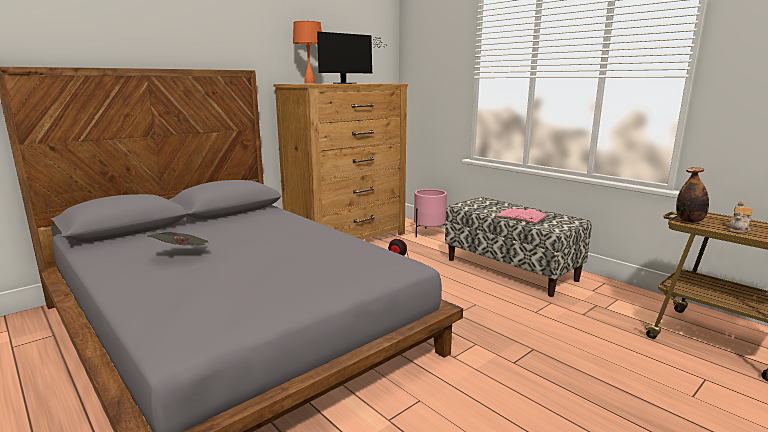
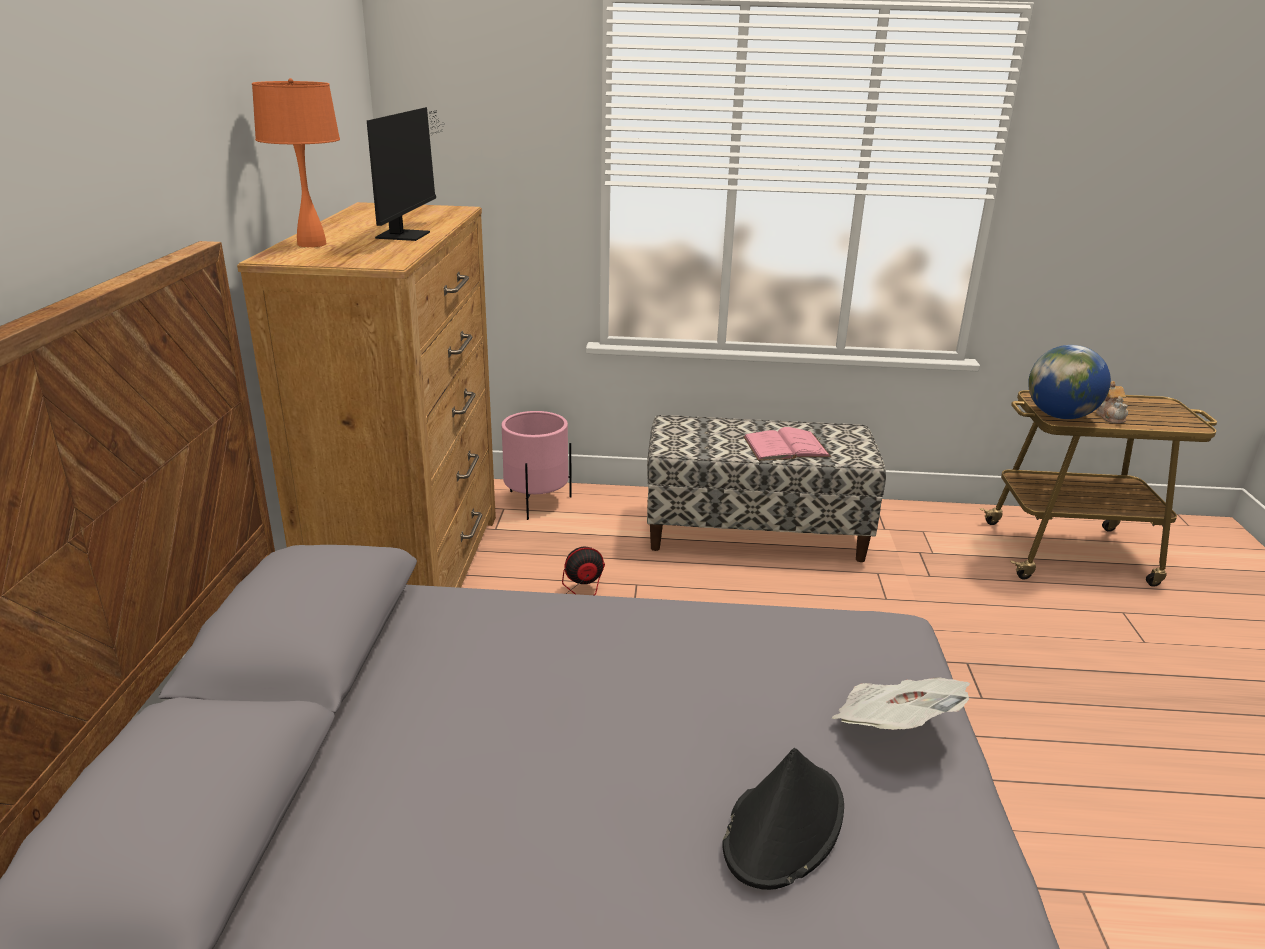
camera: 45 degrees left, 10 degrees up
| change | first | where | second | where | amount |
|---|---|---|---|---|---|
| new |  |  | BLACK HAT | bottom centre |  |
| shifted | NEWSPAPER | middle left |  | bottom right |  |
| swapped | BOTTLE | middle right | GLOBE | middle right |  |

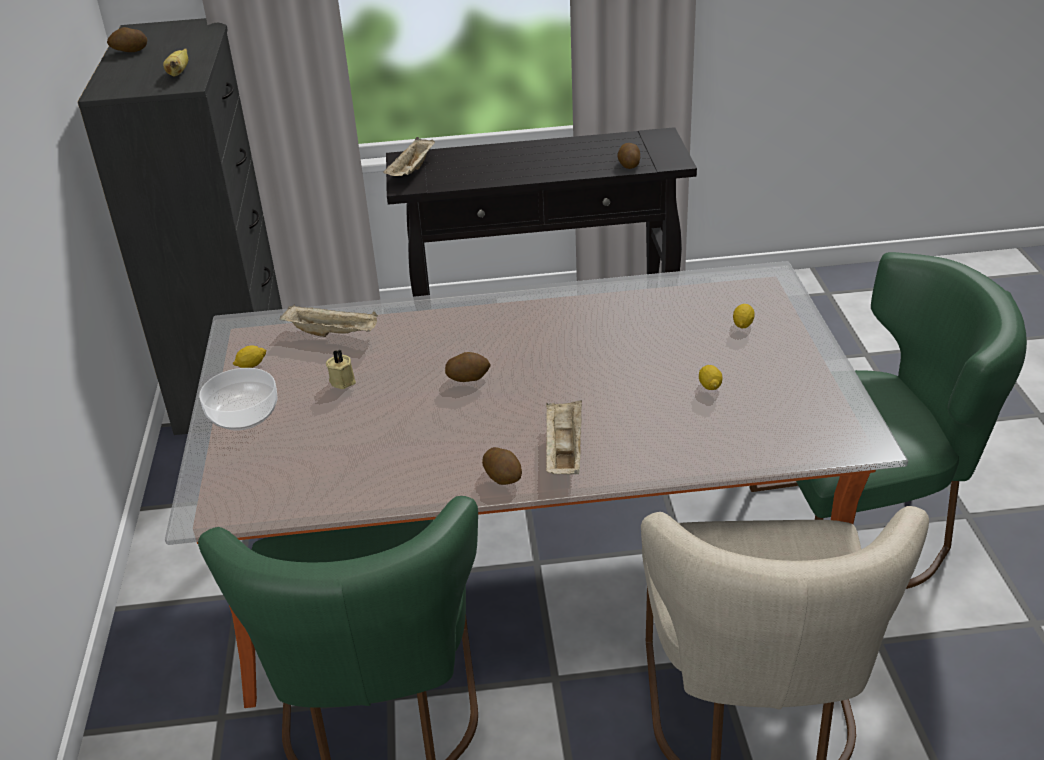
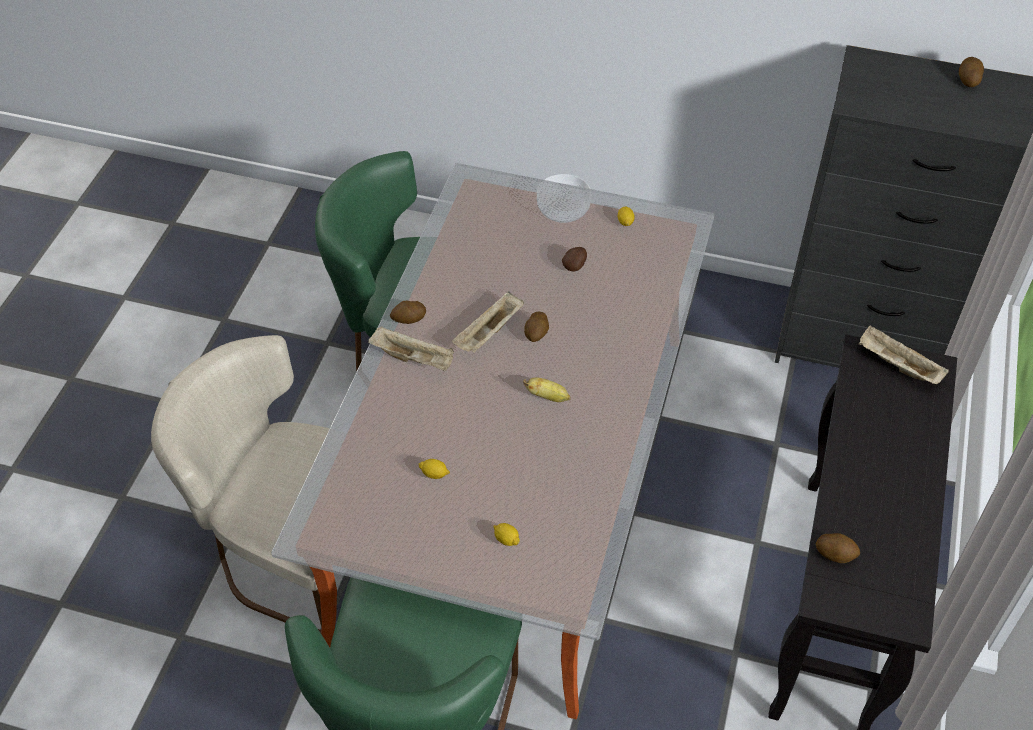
camera: 110 degrees right, 15 degrees up
| change | first | where | second | where | amount |
|---|---|---|---|---|---|
| shifted | BANANA | top left |  | centre |  |
| shifted | BEIGE TRAY (no. 1 from left in the first image) | middle left | BEIGE TRAY (no. 2 from left) | centre |  |
| swapped | BEIGE CANDLE | middle left | POTATO (no. 3 from left) | centre |  |

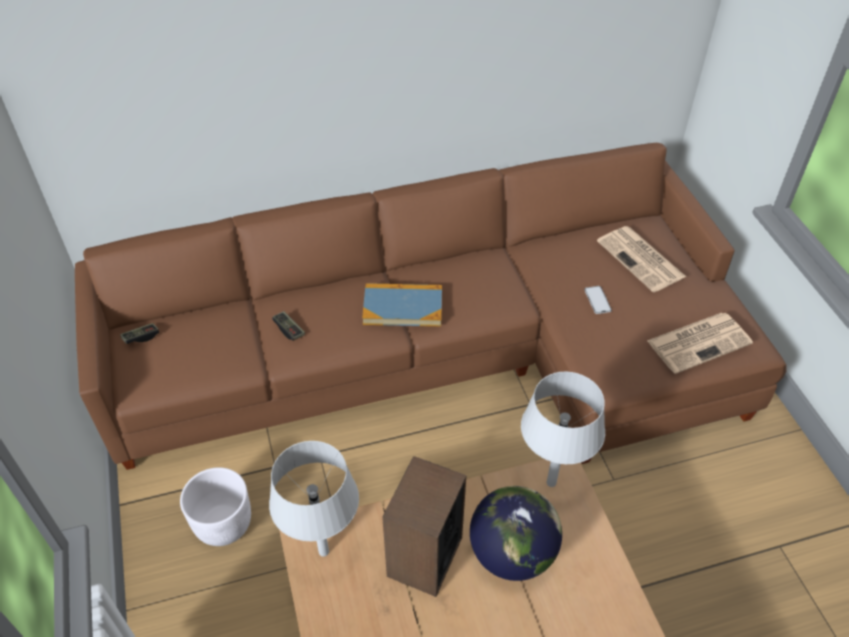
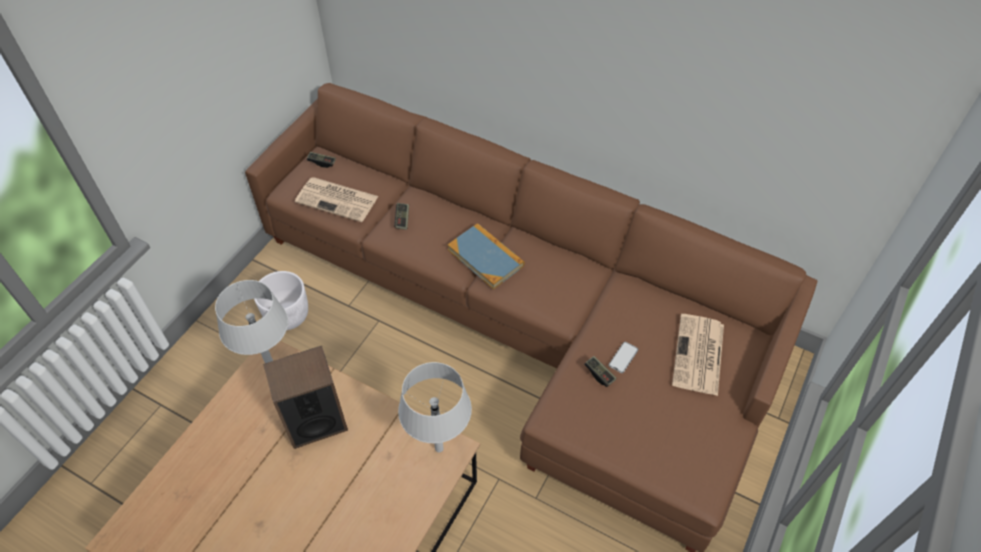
camera: 45 degrees right, 5 degrees up
| change | first | where | second | where | amount |
|---|---|---|---|---|---|
| gone | GLOBE | bottom centre |  |  |  |
| new |  |  | GAME CONTROLLER (no. 3 from left) | bottom centre |  |
| shifted | NEWSPAPER (no. 2 from left in the first image) | middle right | NEWSPAPER (no. 1 from left) | centre |  |

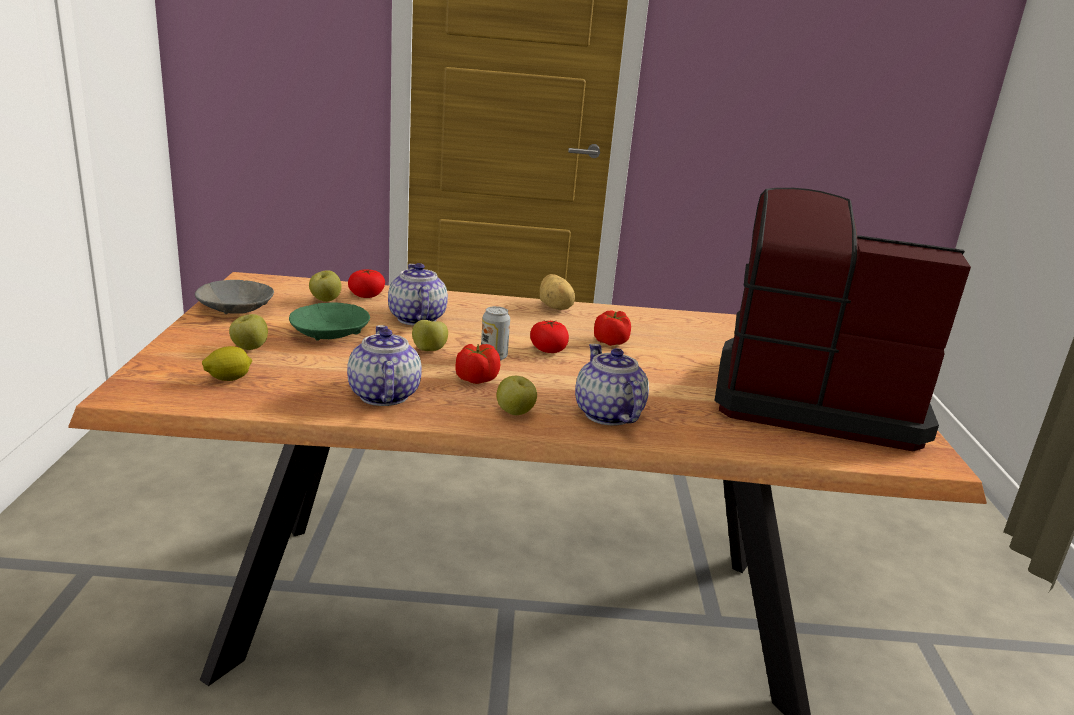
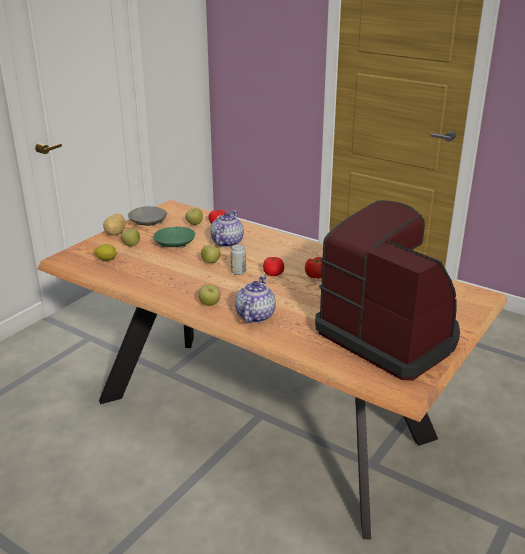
camera: 35 degrees right, 5 degrees up
| change | first | where | second | where | amount |
|---|---|---|---|---|---|
| gone | TEAPOT (no. 1 from left) | centre |  |  |  |
| gone | TOMATO (no. 2 from left) | centre |  |  |  |
| shifted | POTATO | centre |  | middle left |  |

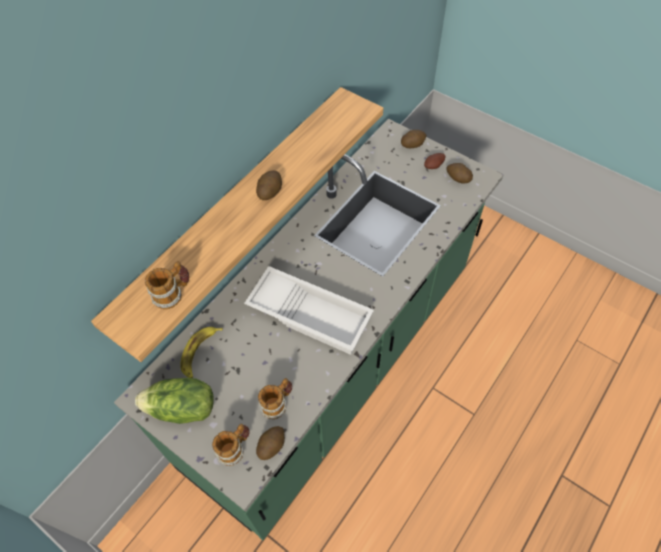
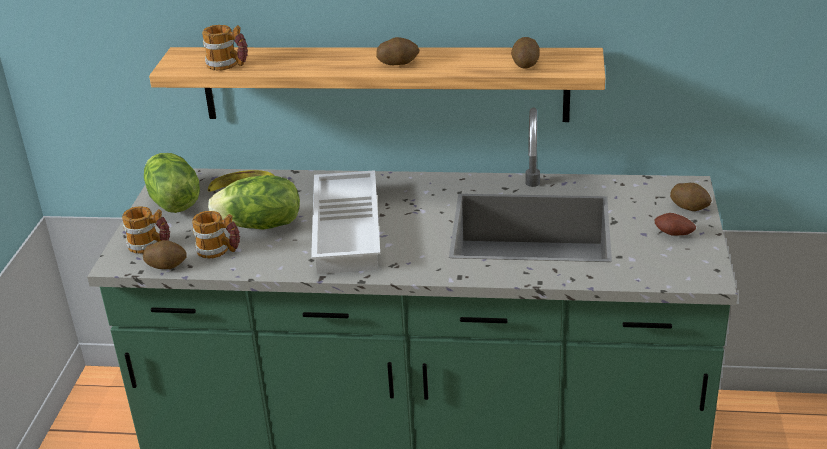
camera: 60 degrees right, 25 degrees down
| change | first | where | second | where | amount |
|---|---|---|---|---|---|
| new |  |  | LETTUCE (no. 2 from left) | middle left |  |
| shifted | POTATO (no. 5 from left in the first image) | top right | POTATO (no. 3 from left) | top centre |  |

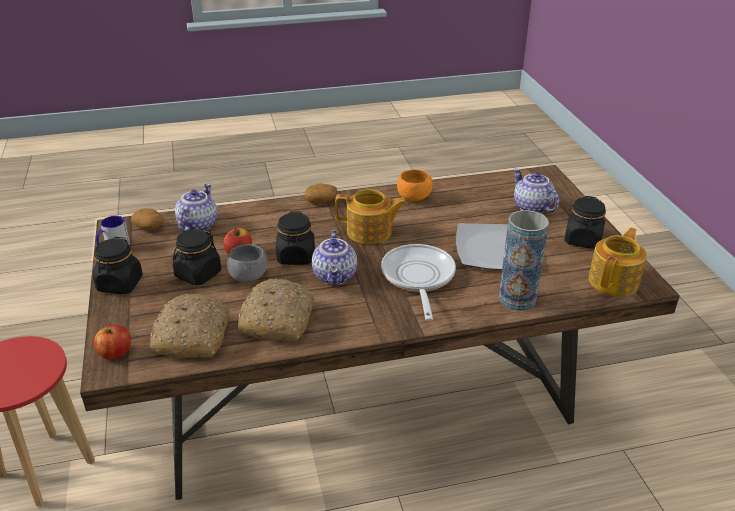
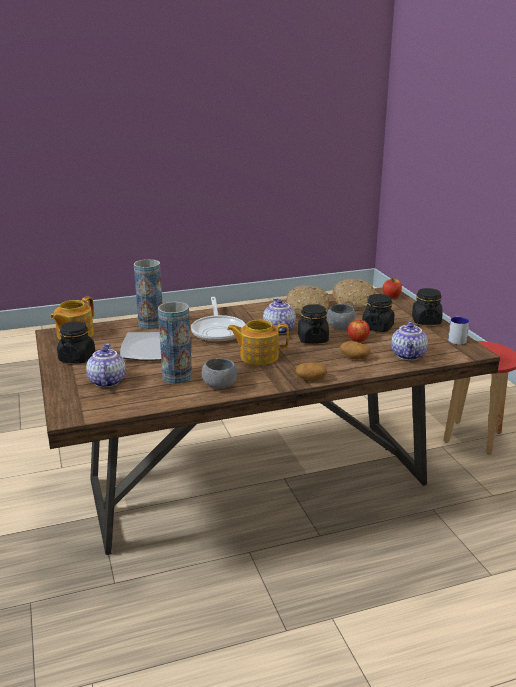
camera: 175 degrees right, 10 degrees down
| change | first | where | second | where | amount |
|---|---|---|---|---|---|
| new |  |  | VASE (no. 2 from left) | centre |  |
| shifted | POTATO (no. 1 from left in the first image) | middle left | POTATO (no. 2 from left) | middle right |  |
| repainted | ORANGE BOWL | centre | GREY BOWL (no. 1 from left) | centre |  |
| rotated | TEAPOT (no. 4 from left in the first image) | middle right | TEAPOT (no. 2 from left) | middle left | 150 degrees counterclockwise |

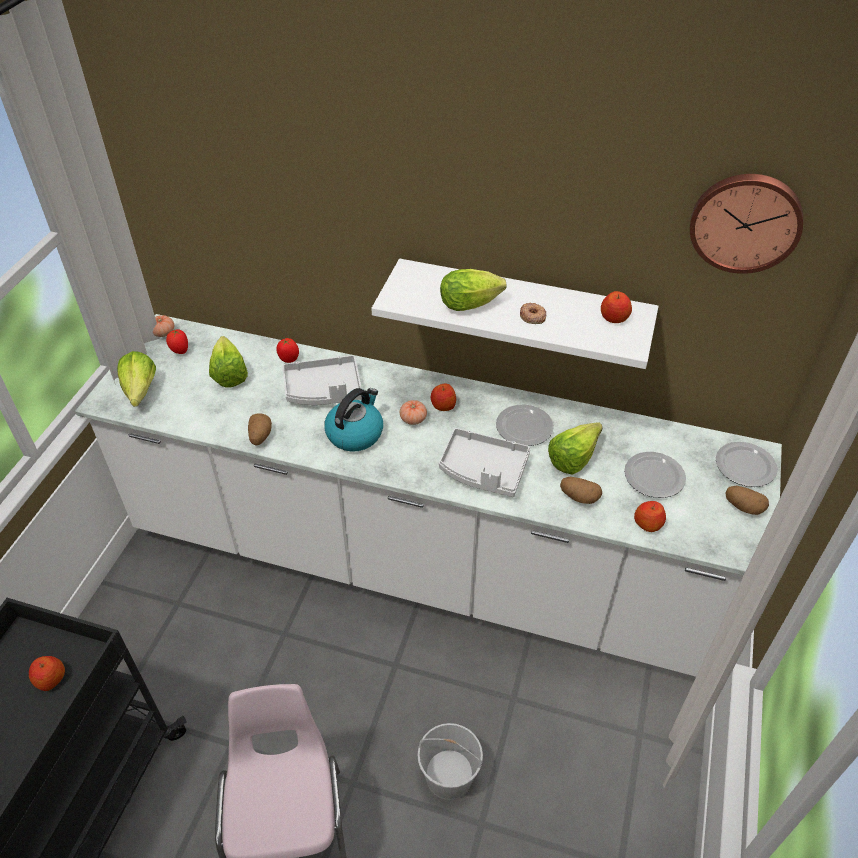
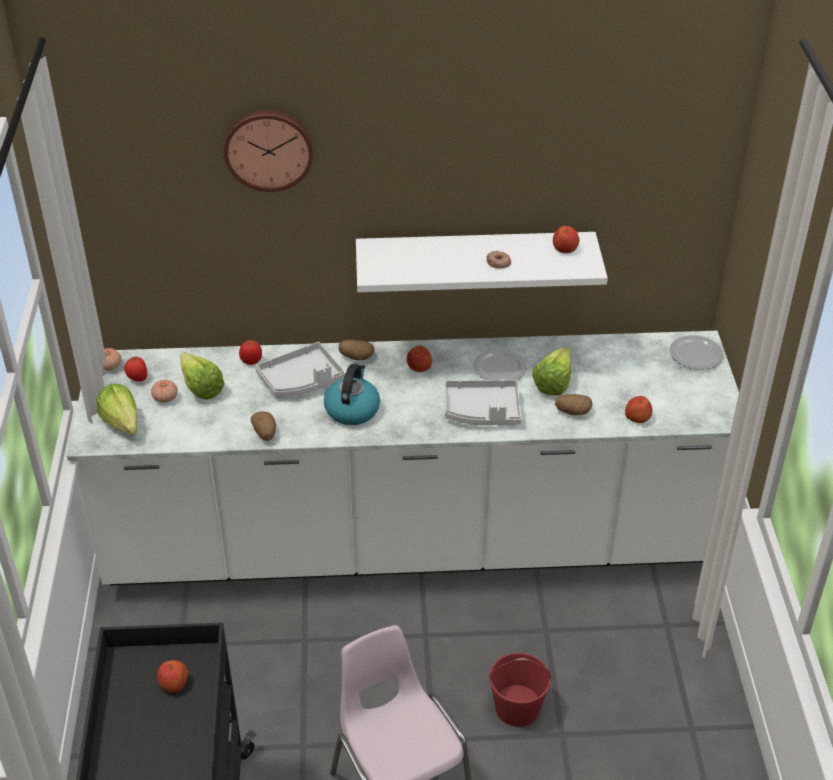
camera: 20 degrees left, 5 degrees down
| change | first | where | second | where | amount |
|---|---|---|---|---|---|
| gone | LETTUCE (no. 3 from left) | centre |  |  |  |
| gone | PLATE (no. 2 from left) | middle right |  |  |  |
| shifted | TOMATO (no. 4 from left in the first image) | centre | TOMATO (no. 3 from left) | middle left |  |
| shifted | WALL CLOCK | top right |  | top left |  |
| shifted | POTATO (no. 3 from left in the first image) | middle right | POTATO (no. 2 from left) | centre |  |
| repainted | WHITE BUCKET | bottom centre | RED BUCKET | bottom centre |  |

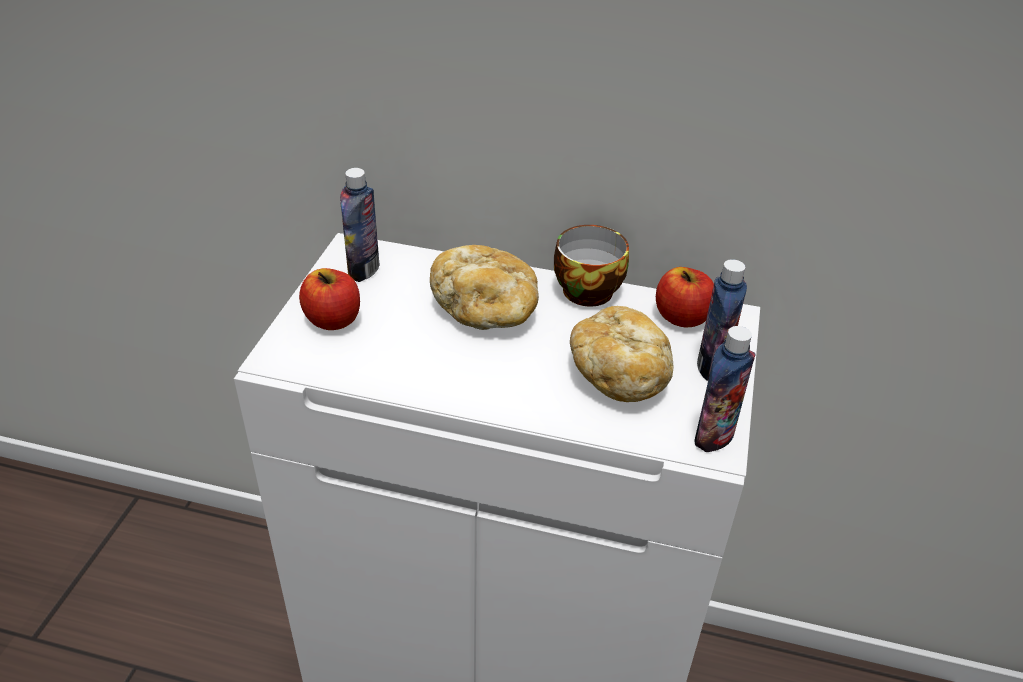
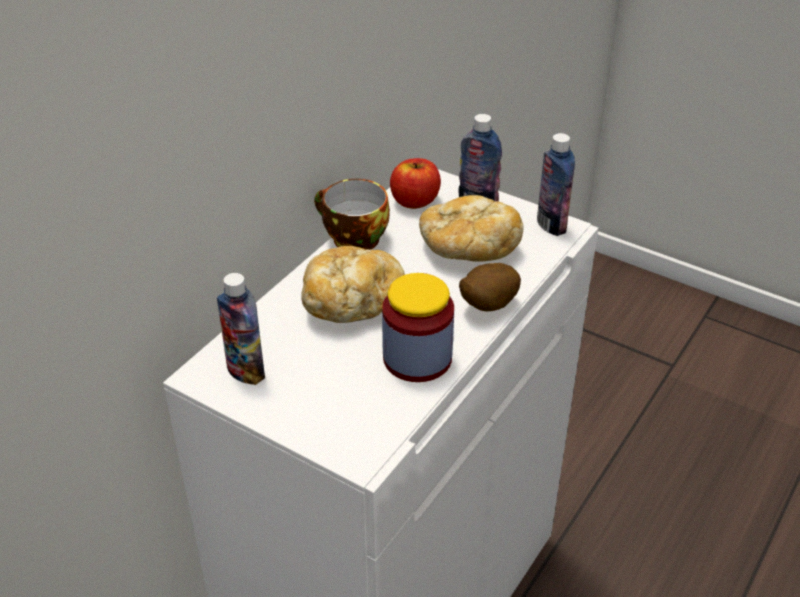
camera: 70 degrees left, 0 degrees up
| change | first | where | second | where | amount |
|---|---|---|---|---|---|
| gone | APPLE (no. 1 from left) | middle left |  |  |  |
| new |  |  | JAR | centre |  |
| new |  |  | POTATO | centre |  |

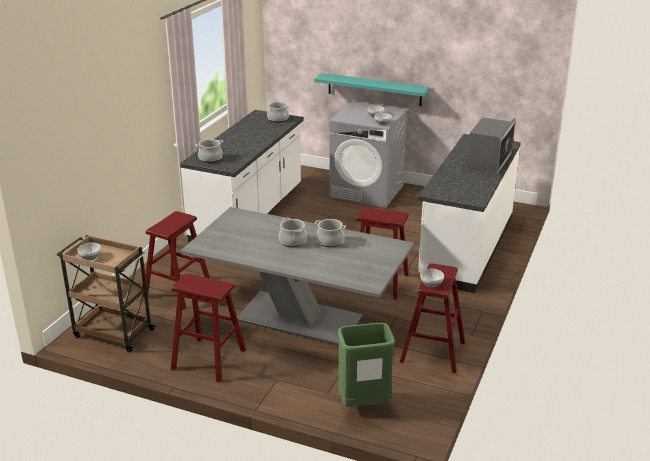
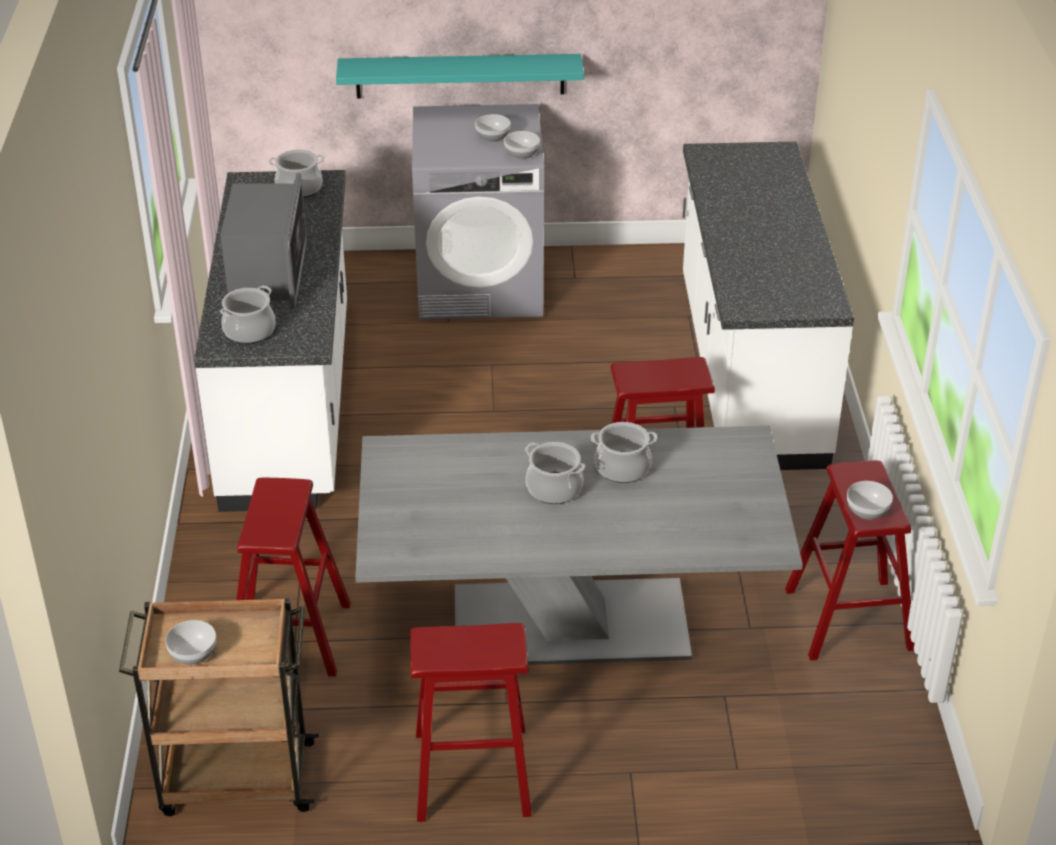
camera: 25 degrees left, 10 degrees up
| change | first | where | second | where | amount |
|---|---|---|---|---|---|
| gone | GREEN TRASH CAN | bottom centre |  |  |  |
| shifted | MICROWAVE | top right |  | top left |  |

